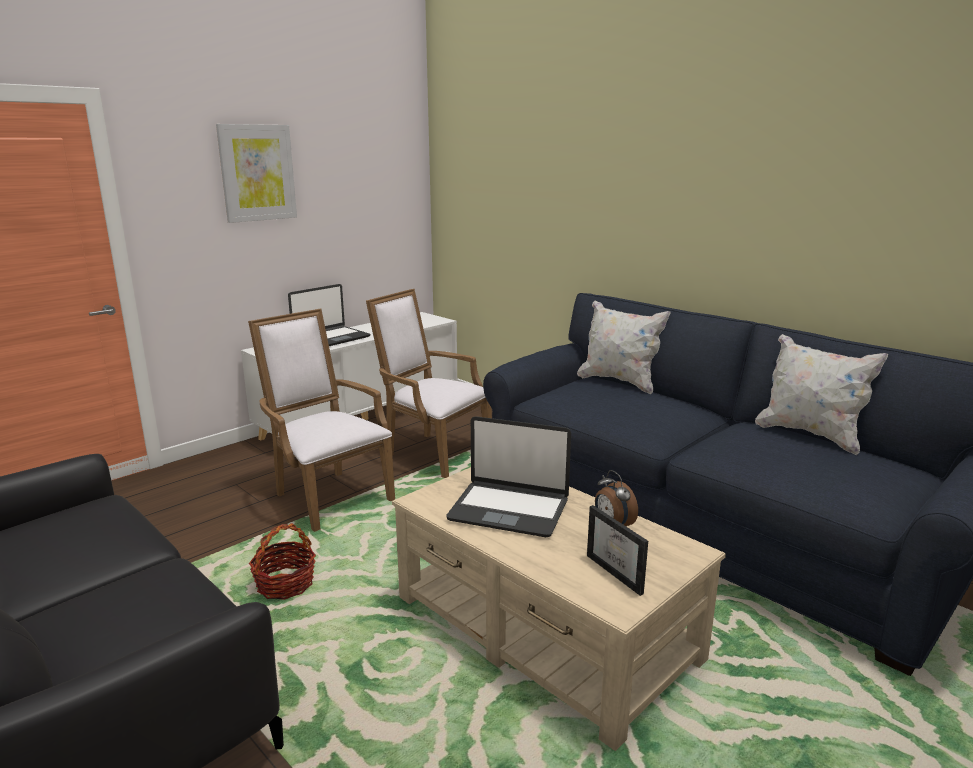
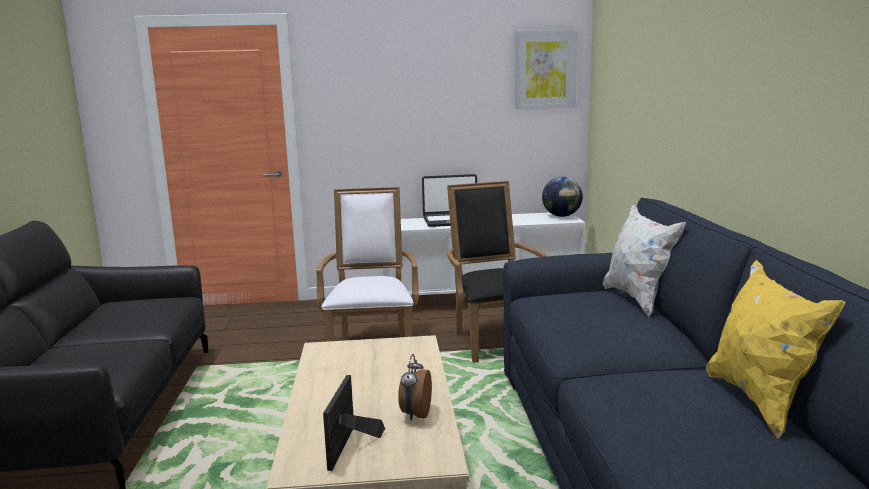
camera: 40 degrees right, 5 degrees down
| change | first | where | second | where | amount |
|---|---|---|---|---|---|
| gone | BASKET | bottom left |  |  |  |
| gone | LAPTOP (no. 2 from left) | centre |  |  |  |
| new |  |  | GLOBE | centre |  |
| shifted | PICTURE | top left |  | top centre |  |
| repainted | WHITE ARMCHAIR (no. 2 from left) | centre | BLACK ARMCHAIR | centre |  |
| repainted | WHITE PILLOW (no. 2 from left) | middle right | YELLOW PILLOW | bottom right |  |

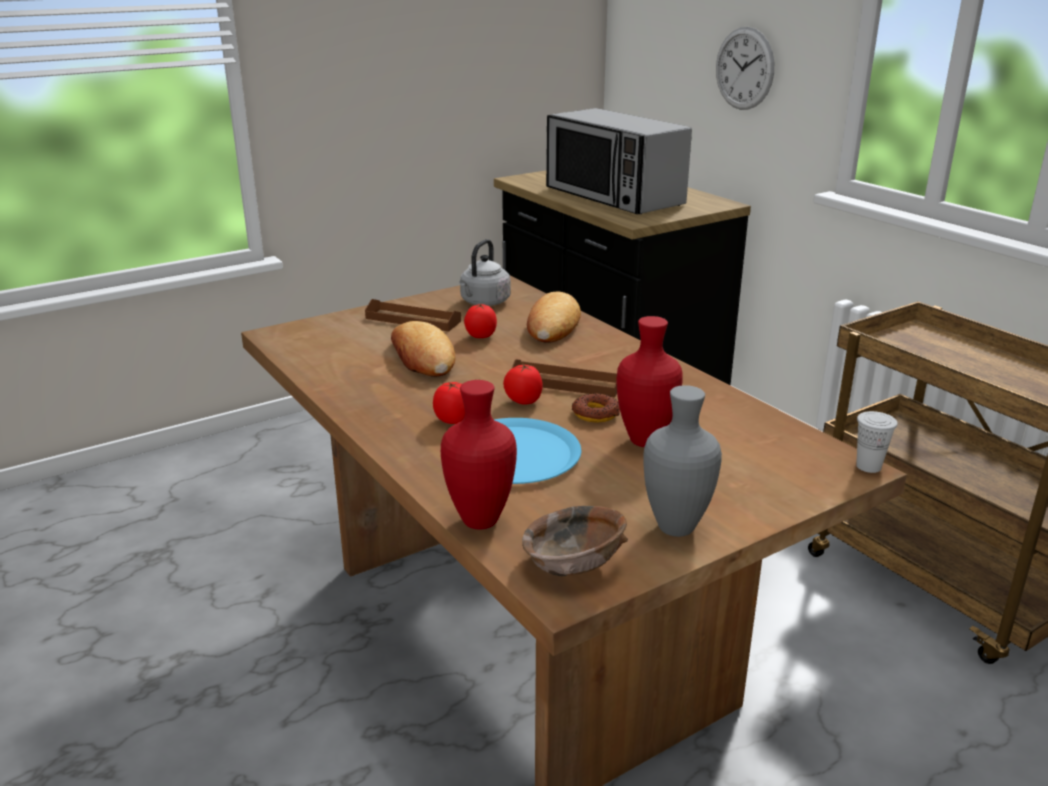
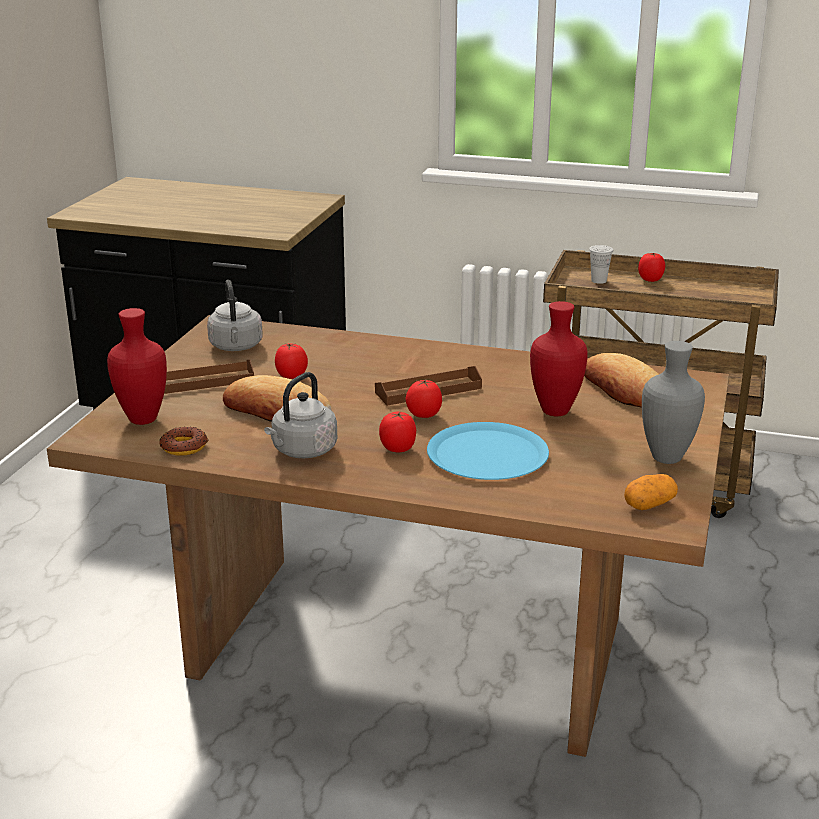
camera: 40 degrees left, 0 degrees up
| change | first | where | second | where | amount |
|---|---|---|---|---|---|
| gone | MICROWAVE | top centre |  |  |  |
| gone | WALL CLOCK | top right |  |  |  |
| new |  |  | GREY KETTLE (no. 2 from left) | centre |  |
| new |  |  | TOMATO (no. 4 from left) | top right |  |
| shifted | RED VASE (no. 1 from left) | centre |  | middle left |  |
| shifted | BREAD (no. 2 from left) | centre |  | middle right |  |
| shifted | DONUT | centre |  | middle left |  |
| shifted | WHITE CUP | middle right |  | top right |  |
| swapped | BROWN BOWL | bottom centre | POTATO | middle right |  |

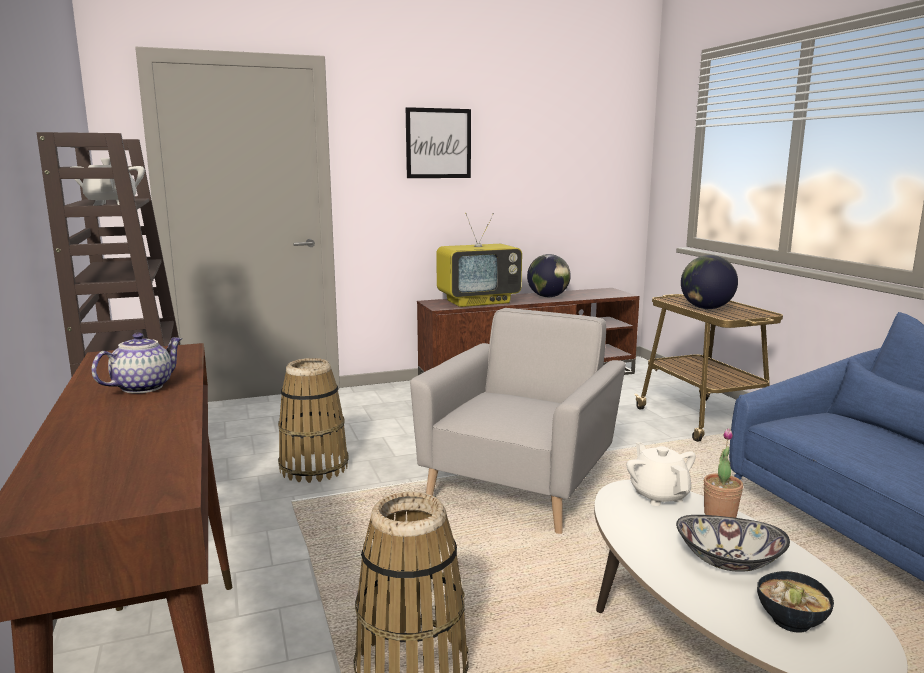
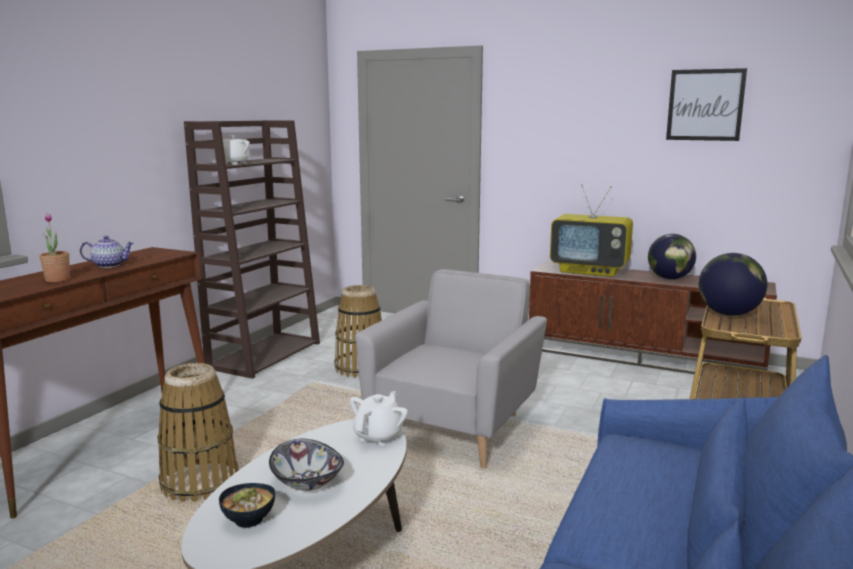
camera: 45 degrees right, 0 degrees up
| change | first | where | second | where | amount |
|---|---|---|---|---|---|
| shifted | PICTURE | top centre |  | top right |  |
| shifted | POTTED PLANT | bottom right |  | middle left |  |
| rotated | GREY ARMCHAIR | centre |  | centre | 45 degrees counterclockwise |

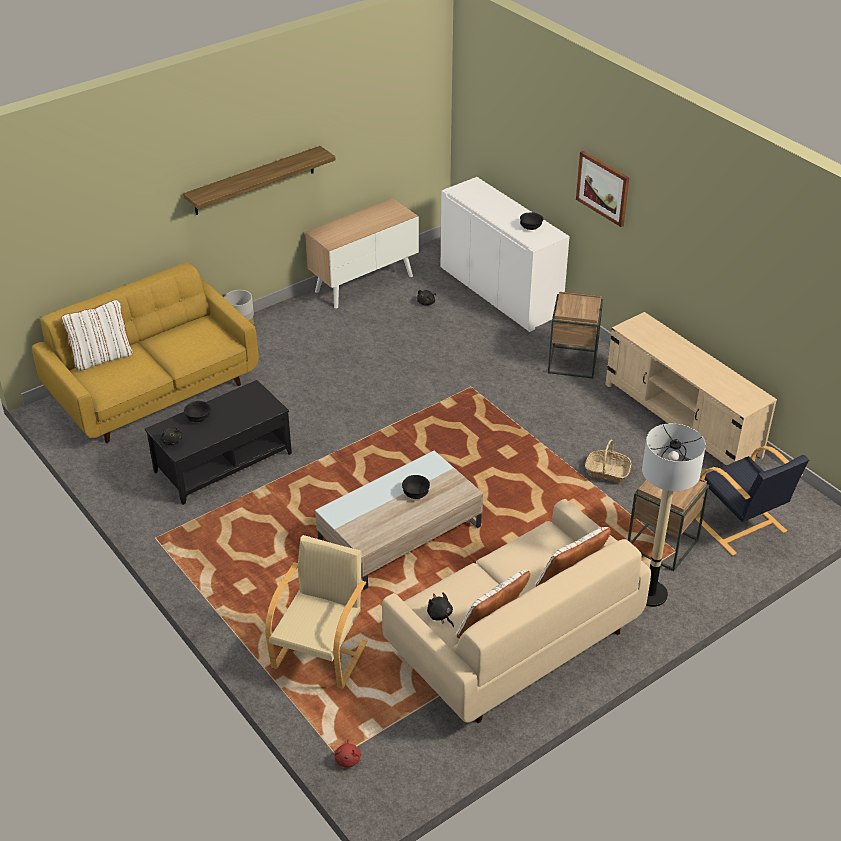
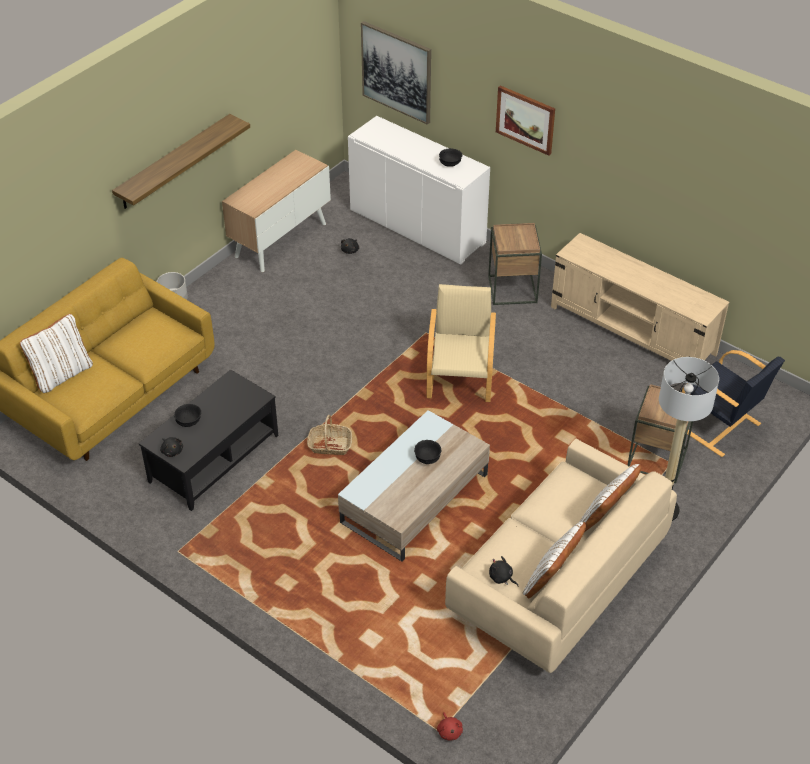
camera: 15 degrees left, 5 degrees up
| change | first | where | second | where | amount |
|---|---|---|---|---|---|
| new |  |  | PICTURE (no. 1 from left) | top centre |  |
| shifted | BEIGE ARMCHAIR | bottom centre |  | centre |  |
| shifted | BASKET | middle right |  | centre |  |

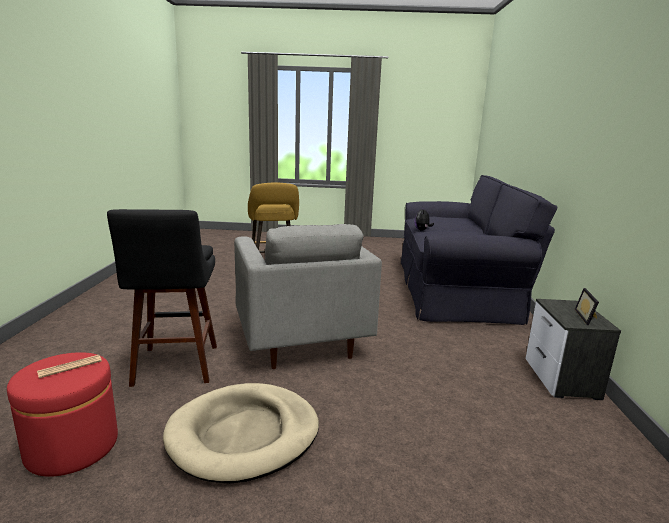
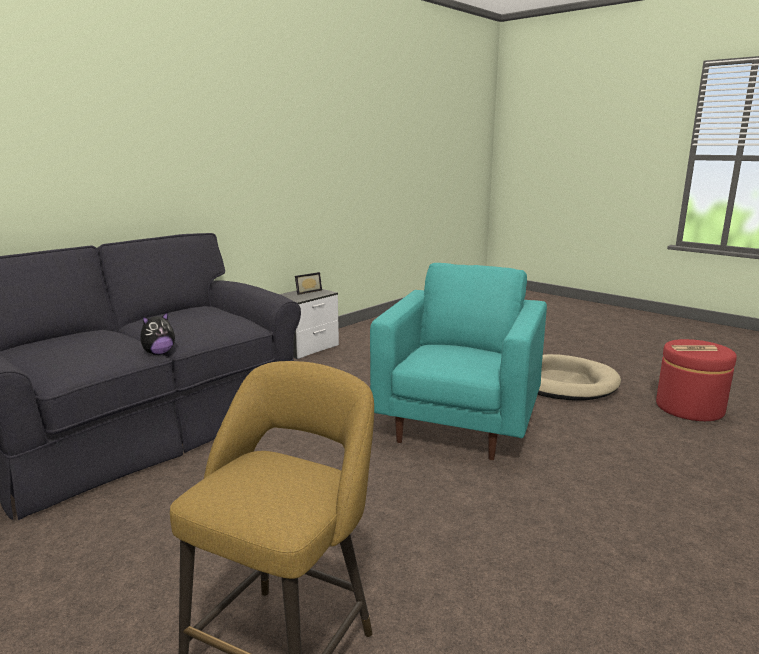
camera: 140 degrees left, 0 degrees up
| change | first | where | second | where | amount |
|---|---|---|---|---|---|
| gone | BLACK STOOL | middle left |  |  |  |
| repainted | GREY ARMCHAIR | centre | TURQUOISE ARMCHAIR | centre |  |

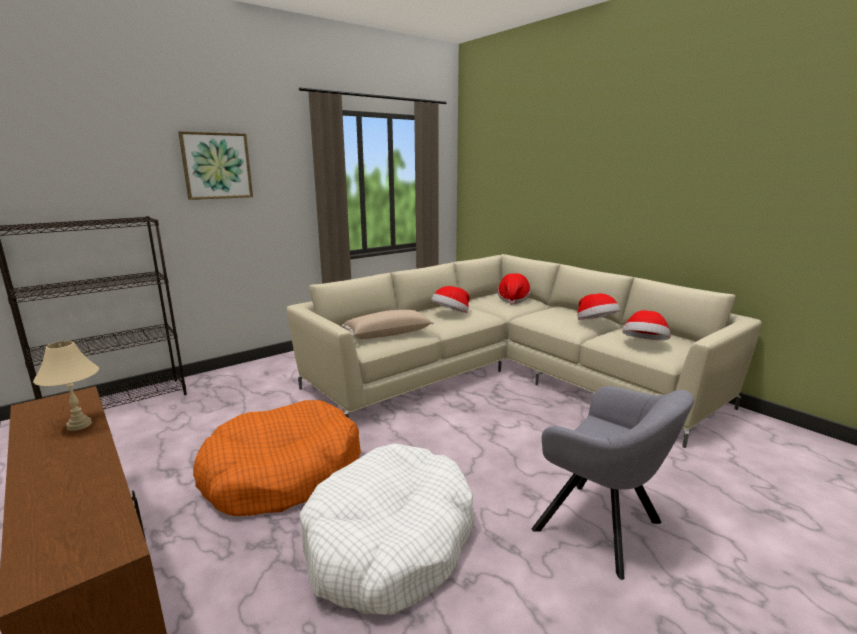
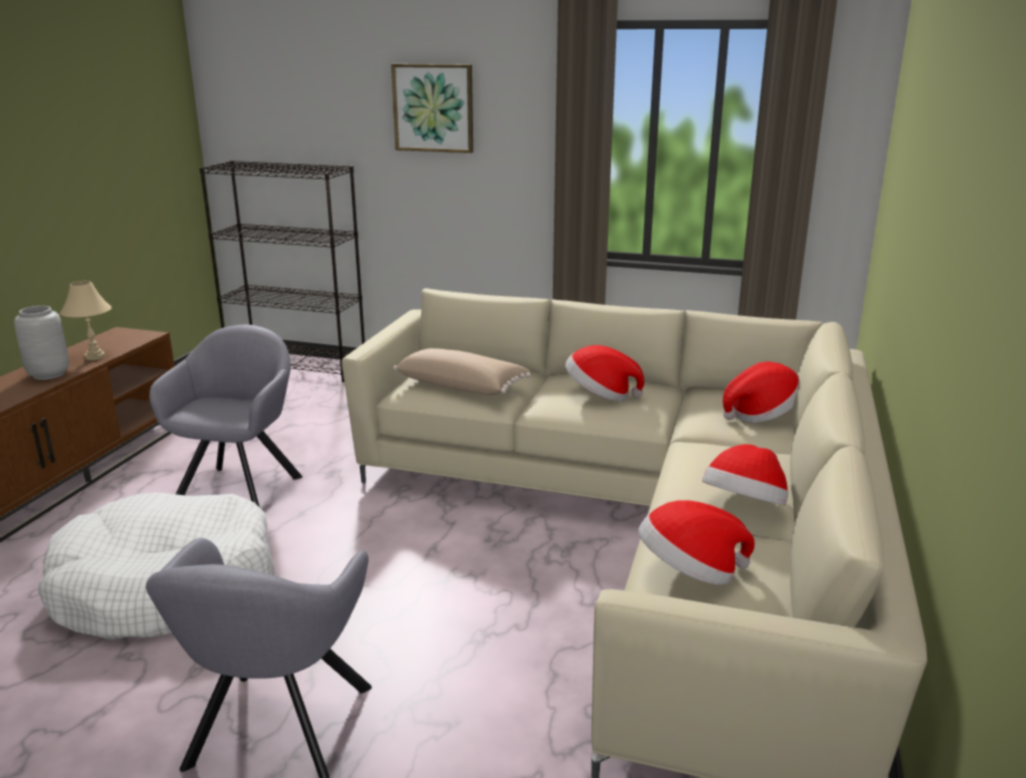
camera: 55 degrees right, 5 degrees up
| change | first | where | second | where | amount |
|---|---|---|---|---|---|
| new |  |  | GREY VASE | middle left |  |
| swapped | ORANGE DOG BED | bottom left | GREY ARMCHAIR (no. 1 from left) | middle left |  |

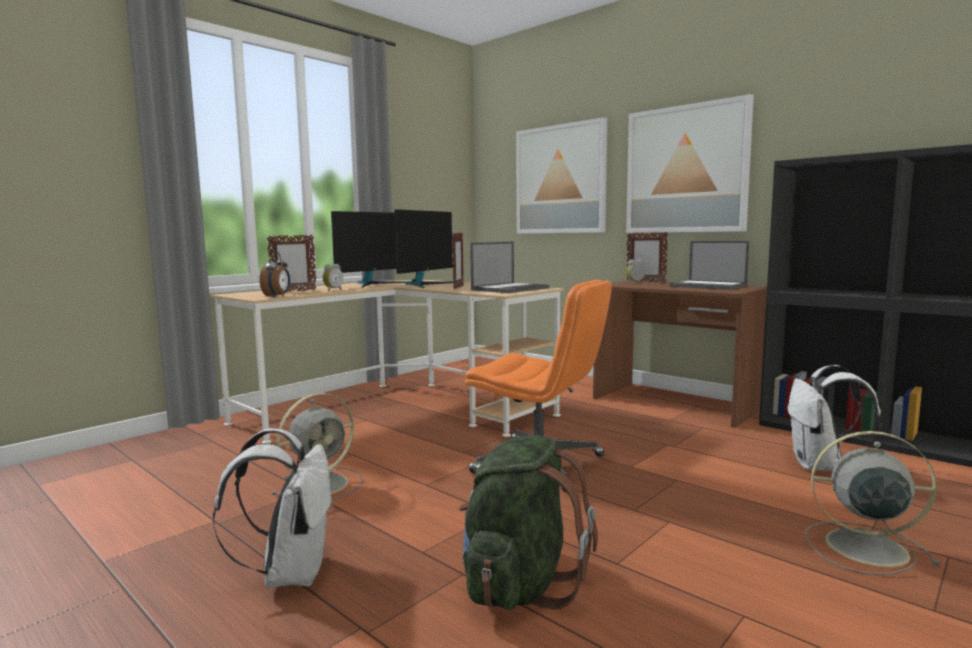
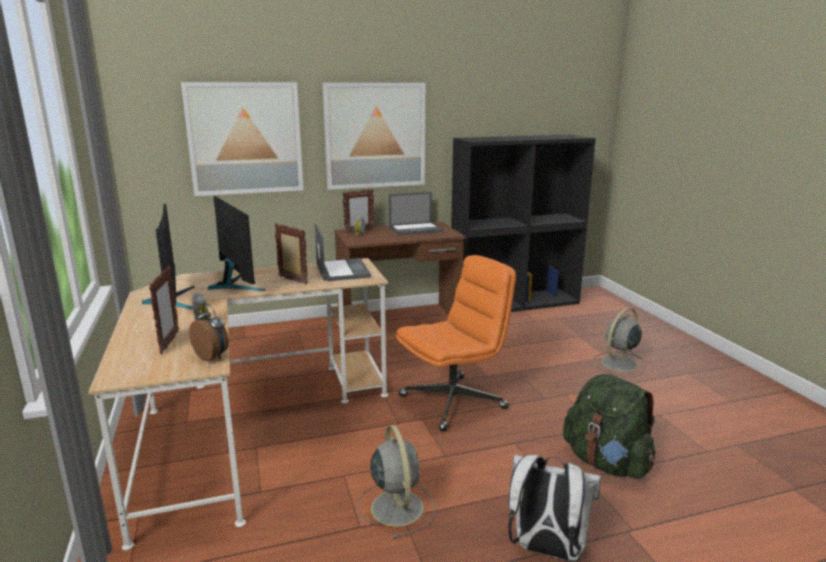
camera: 60 degrees left, 10 degrees up
| change | first | where | second | where | amount |
|---|---|---|---|---|---|
| gone | WHITE BACKPACK (no. 2 from left) | middle right |  |  |  |

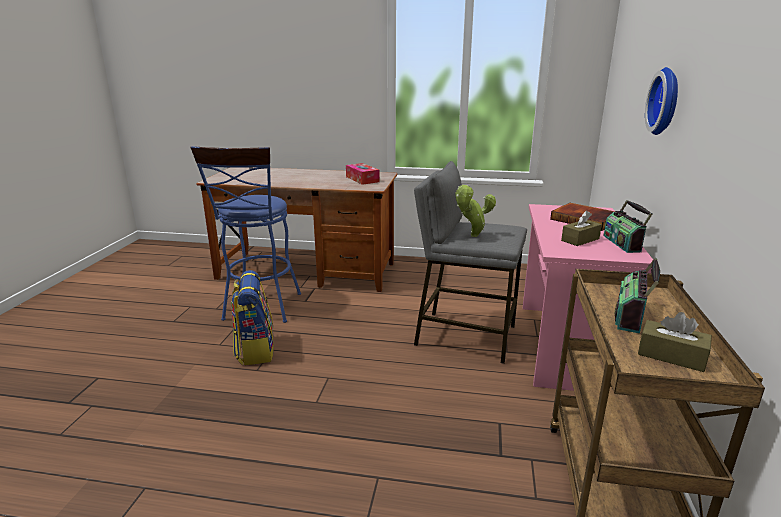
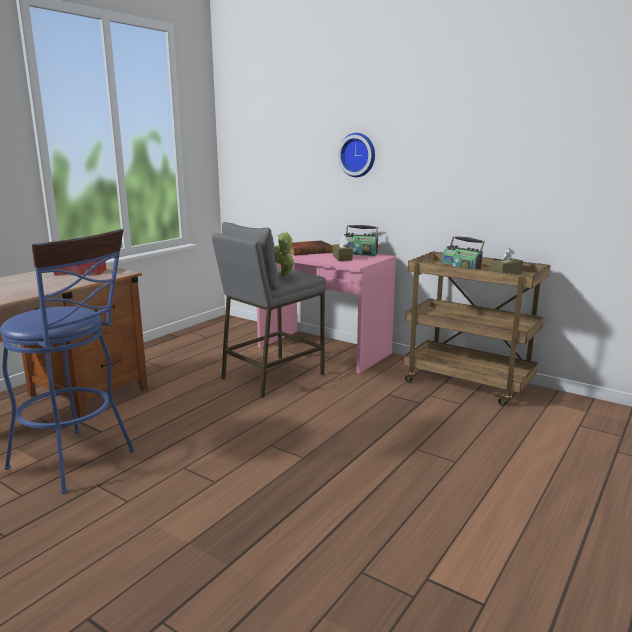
camera: 65 degrees left, 5 degrees down
| change | first | where | second | where | amount |
|---|---|---|---|---|---|
| gone | BACKPACK | middle left |  |  |  |

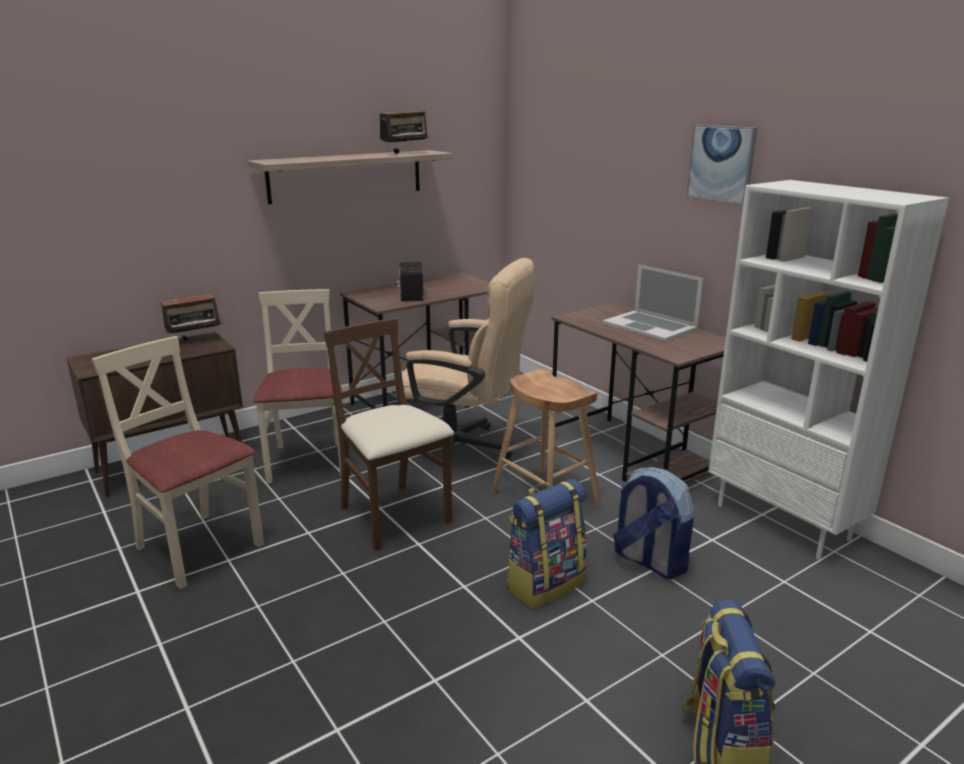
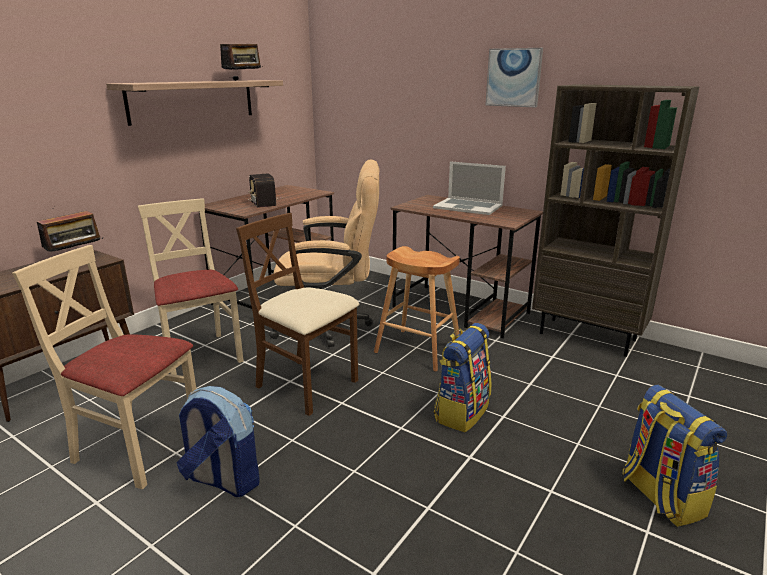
camera: 20 degrees left, 0 degrees up
| change | first | where | second | where | amount |
|---|---|---|---|---|---|
| shifted | BACKPACK (no. 2 from left in the first image) | bottom right | BACKPACK (no. 1 from left) | bottom left |  |
| repainted | WHITE BOOKCASE | middle right | BROWN BOOKCASE | middle right |  |

